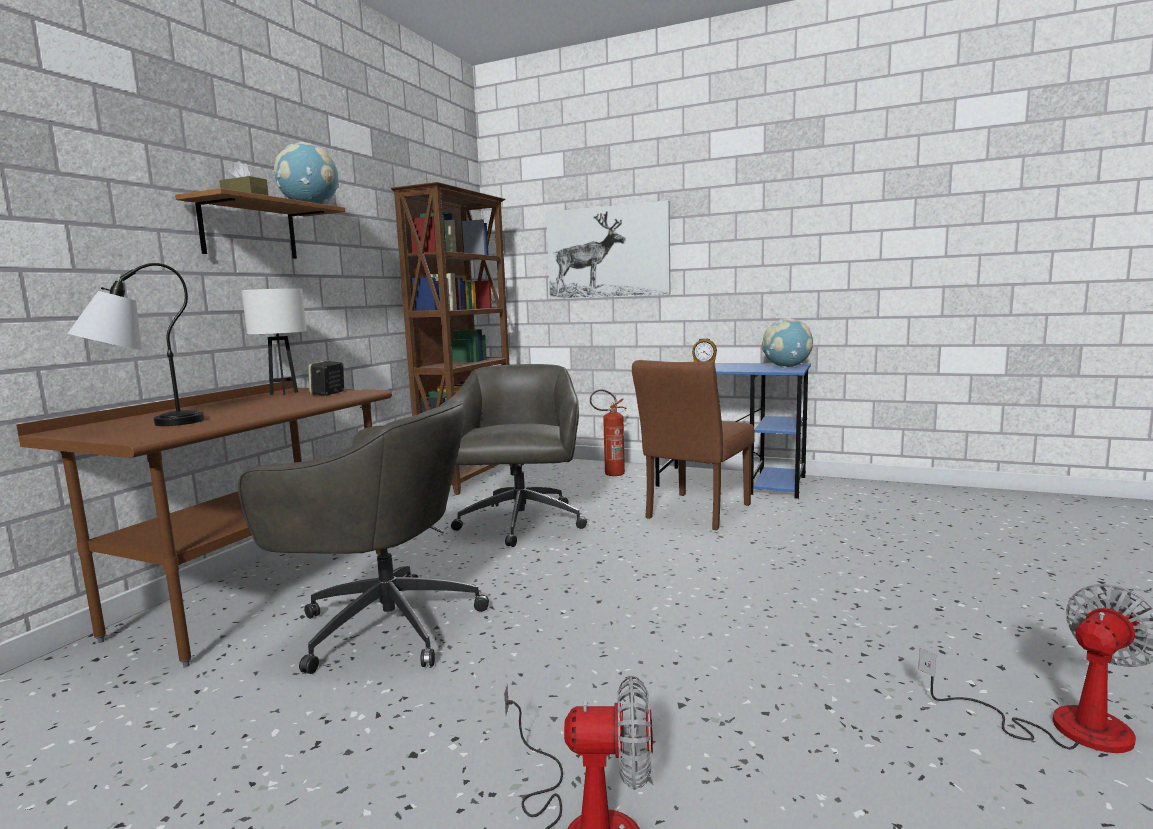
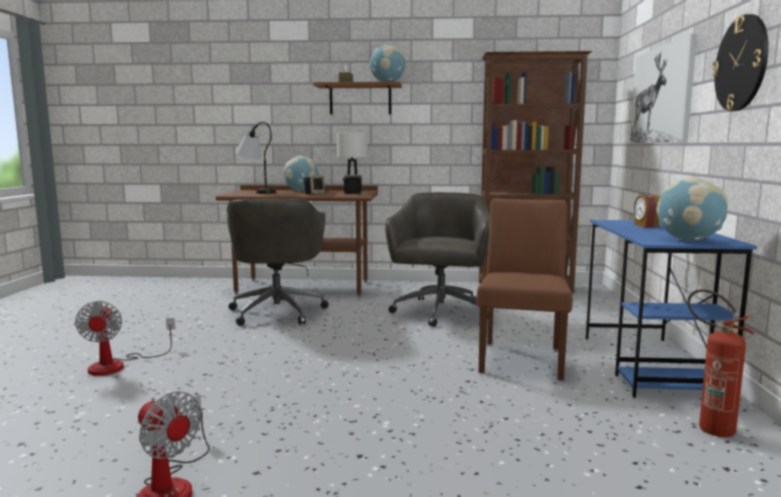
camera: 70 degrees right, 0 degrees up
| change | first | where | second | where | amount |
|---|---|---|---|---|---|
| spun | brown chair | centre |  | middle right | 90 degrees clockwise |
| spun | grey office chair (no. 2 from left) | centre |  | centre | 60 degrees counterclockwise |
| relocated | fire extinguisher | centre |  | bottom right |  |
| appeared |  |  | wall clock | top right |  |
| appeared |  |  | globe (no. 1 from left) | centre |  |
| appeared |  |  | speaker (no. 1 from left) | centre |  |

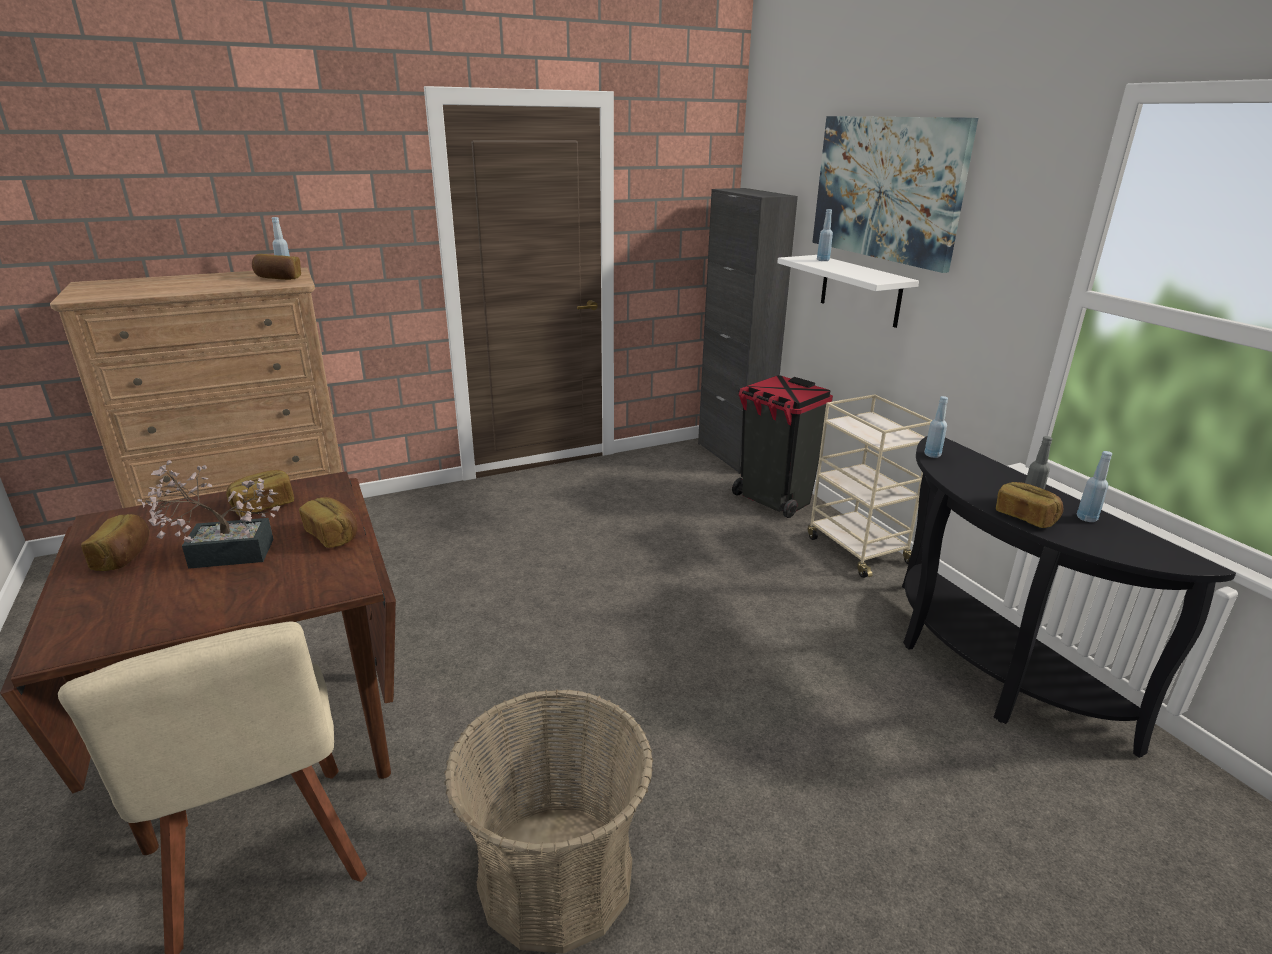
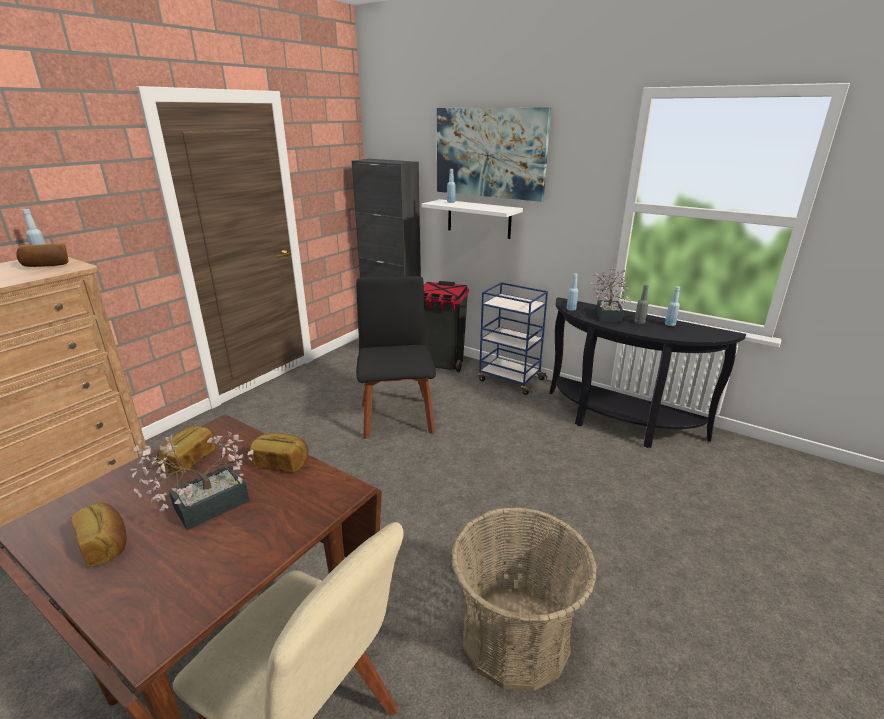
camera: 30 degrees left, 0 degrees up
| change | first | where | second | where | amount |
|---|---|---|---|---|---|
| colour | beige cart | middle right | blue cart | centre |  |
| missing | bread (no. 5 from left) | middle right |  |  |  |
| appeared |  |  | potted plant (no. 2 from left) | middle right |  |
| appeared |  |  | black chair | centre |  |

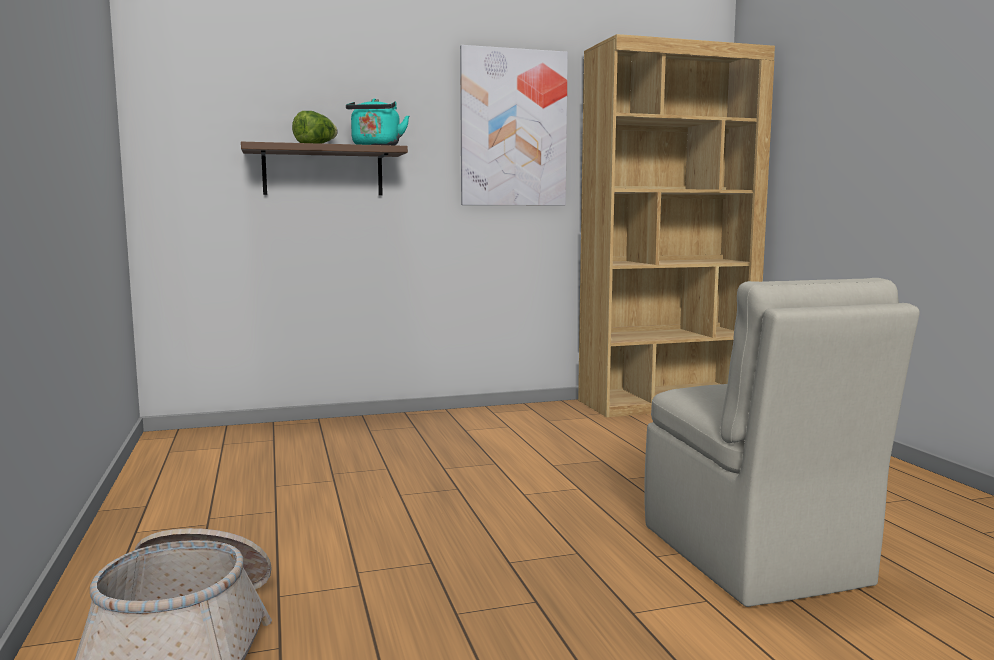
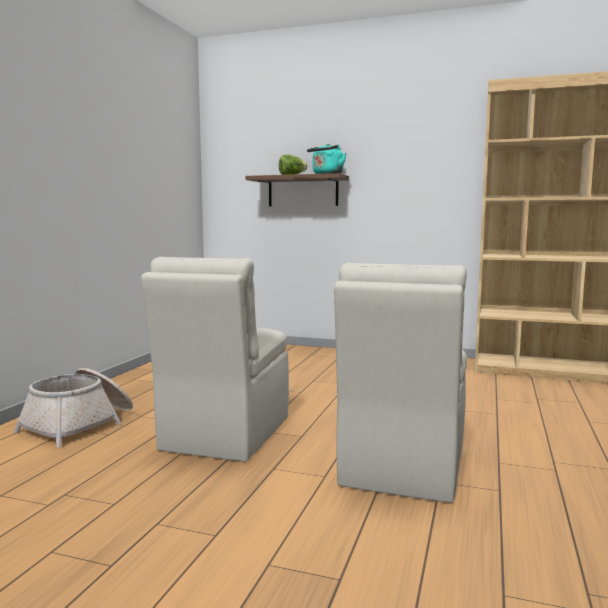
camera: 35 degrees right, 0 degrees up
| change | first | where | second | where | amount |
|---|---|---|---|---|---|
| missing | picture | top centre |  |  |  |
| appeared |  |  | beige chair (no. 1 from left) | centre |  |

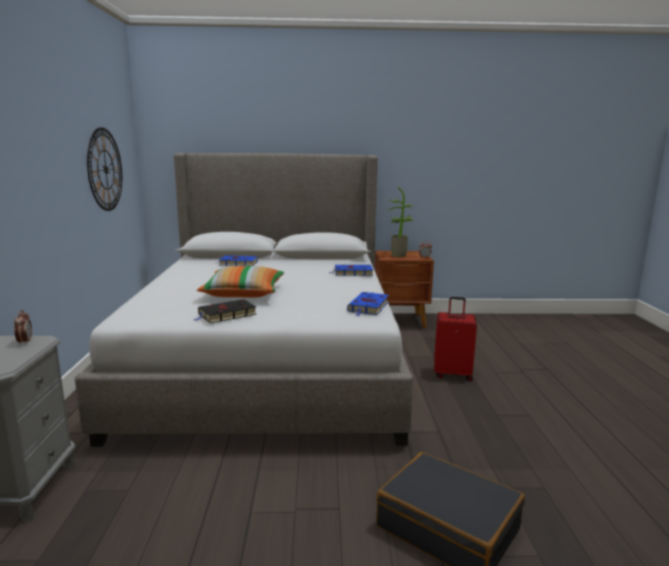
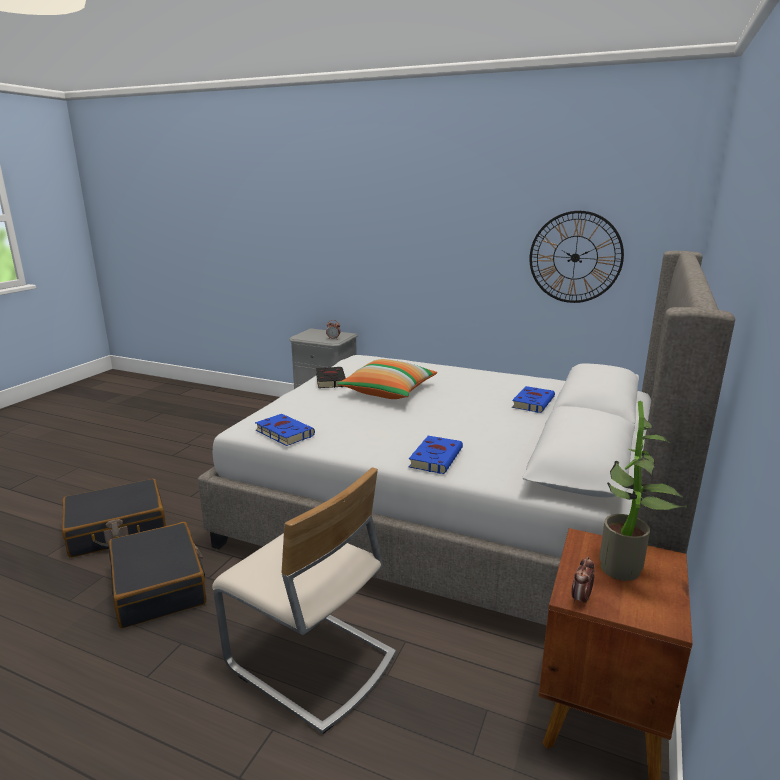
camera: 115 degrees right, 5 degrees up
| change | first | where | second | where | amount |
|---|---|---|---|---|---|
| exchanged | red suitcase | middle right | beige chair | bottom centre |  |
| appeared |  |  | black suitcase (no. 2 from left) | bottom left |  |

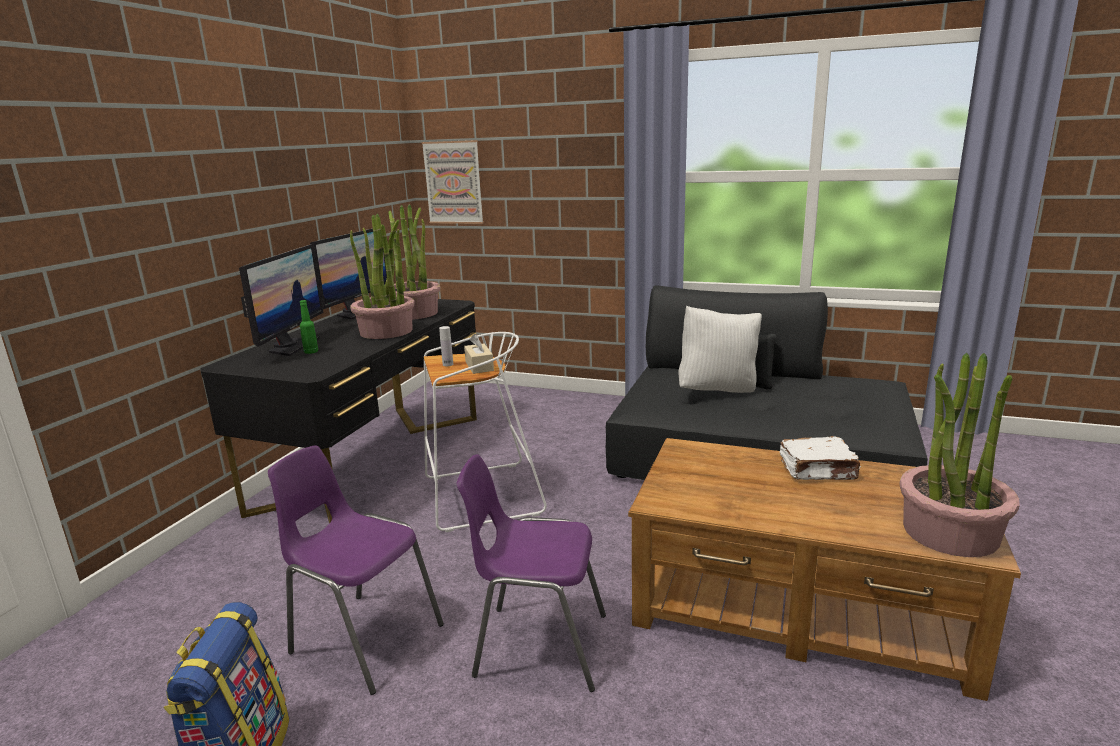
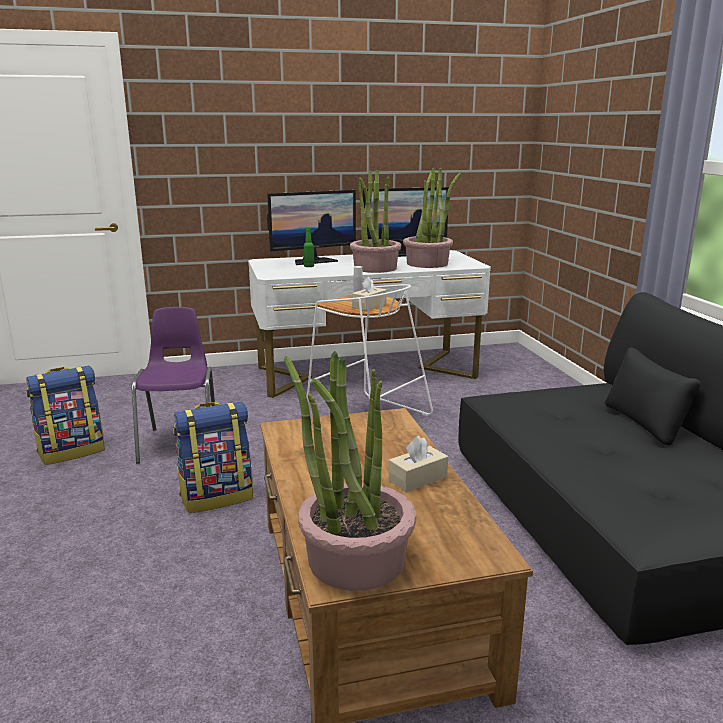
camera: 55 degrees right, 0 degrees up
| change | first | where | second | where | amount |
|---|---|---|---|---|---|
| missing | picture | top centre |  |  |  |
| colour | black desk | middle left | white desk | centre |  |
| missing | white pillow | centre |  |  |  |
| exchanged | white book | middle right | beige tissue box (no. 2 from left) | centre |  |
| exchanged | purple chair (no. 2 from left) | bottom centre | backpack (no. 2 from left) | middle left |  |

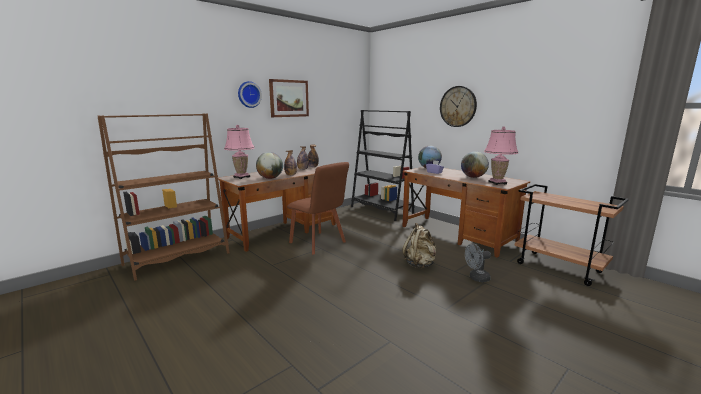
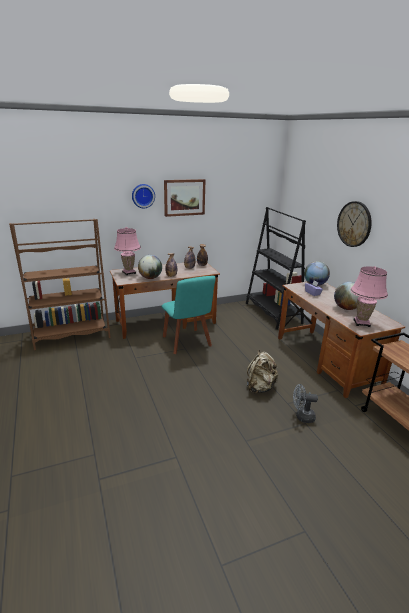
camera: 20 degrees right, 10 degrees up
| change | first | where | second | where | amount |
|---|---|---|---|---|---|
| colour | brown chair | centre | turquoise chair | centre |  |

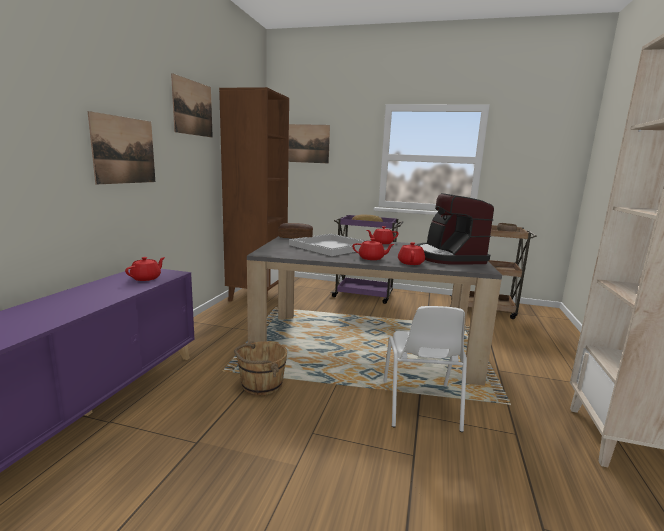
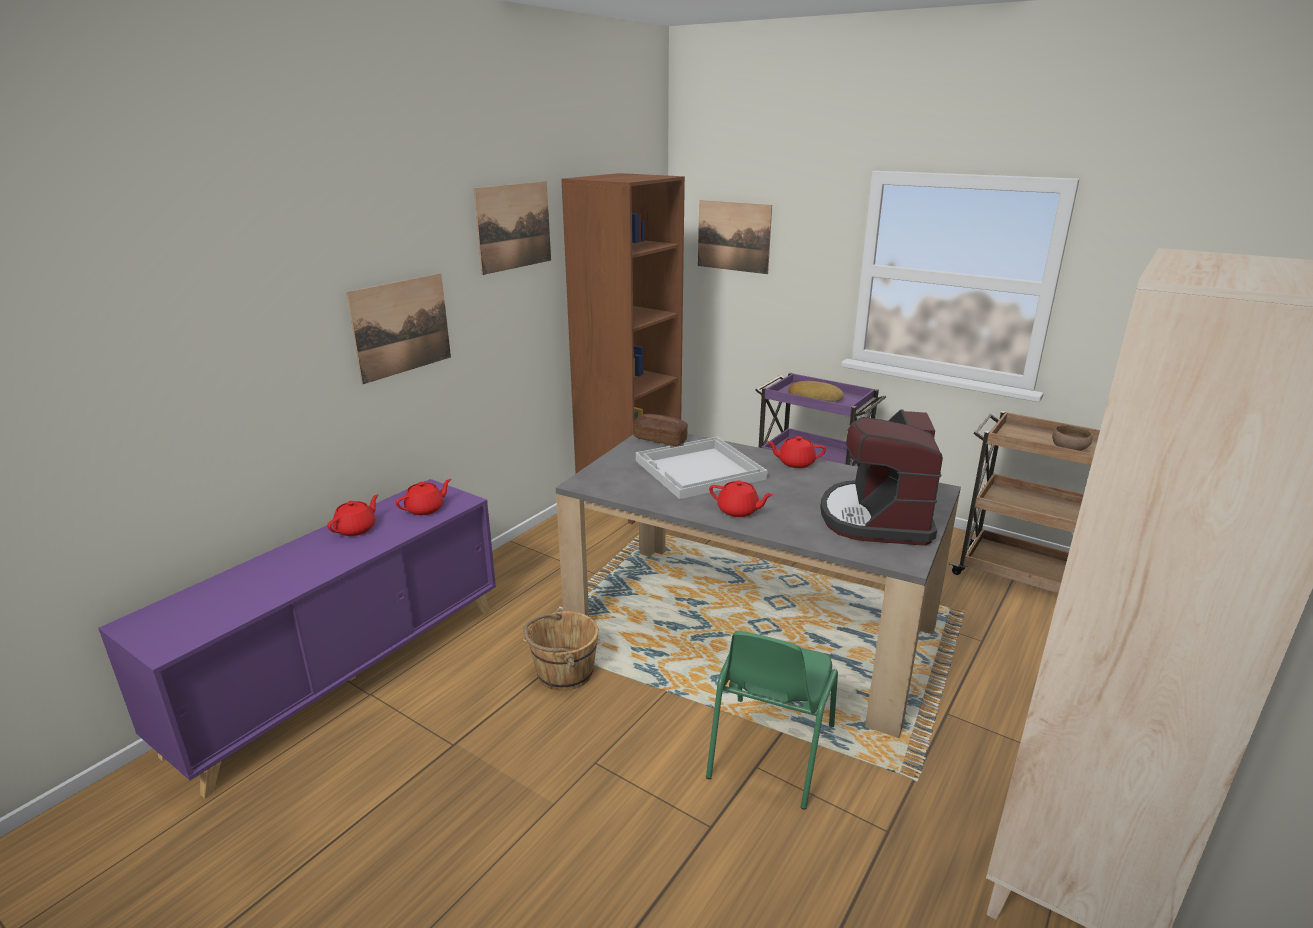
camera: 20 degrees right, 10 degrees up
| change | first | where | second | where | amount |
|---|---|---|---|---|---|
| relocated | red teapot (no. 4 from left in the first image) | centre | red teapot (no. 1 from left) | middle left |  |
| colour | white chair | bottom centre | green chair | bottom centre |  |

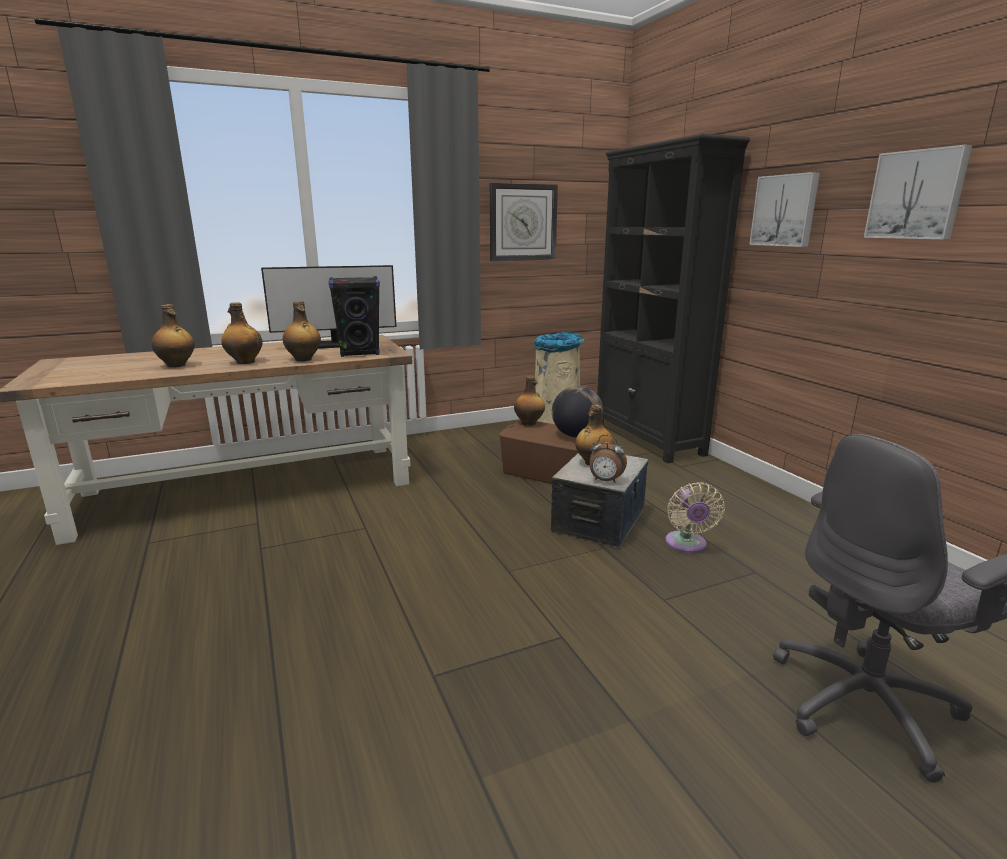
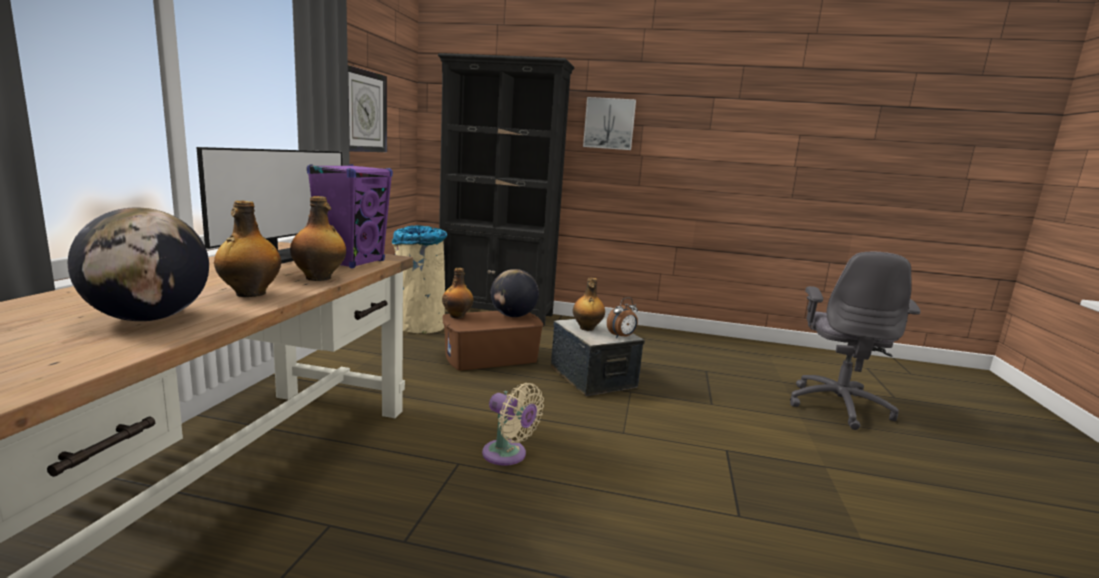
camera: 55 degrees left, 5 degrees down
| change | first | where | second | where | amount |
|---|---|---|---|---|---|
| missing | picture (no. 2 from left) | top right |  |  |  |
| colour | black speaker | centre | purple speaker | middle left |  |
| exchanged | bottle (no. 1 from left) | middle left | globe (no. 1 from left) | middle left |  |
| relocated | beige fan | middle right |  | bottom centre |  |

